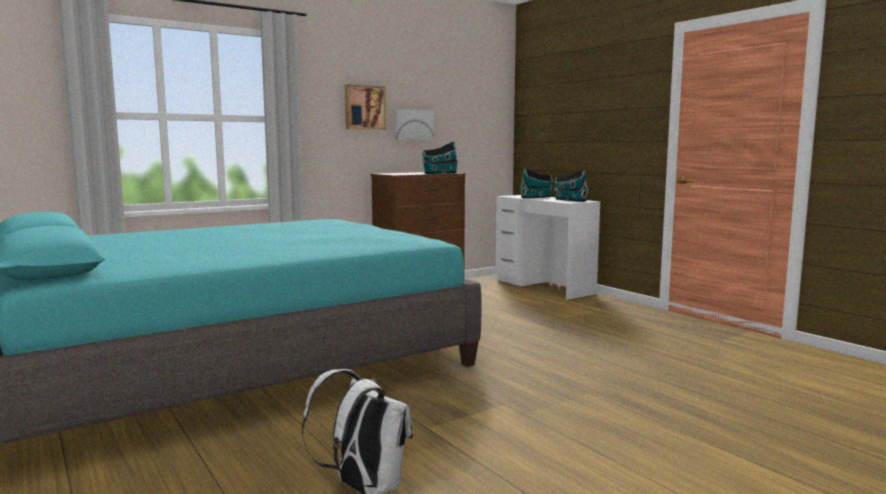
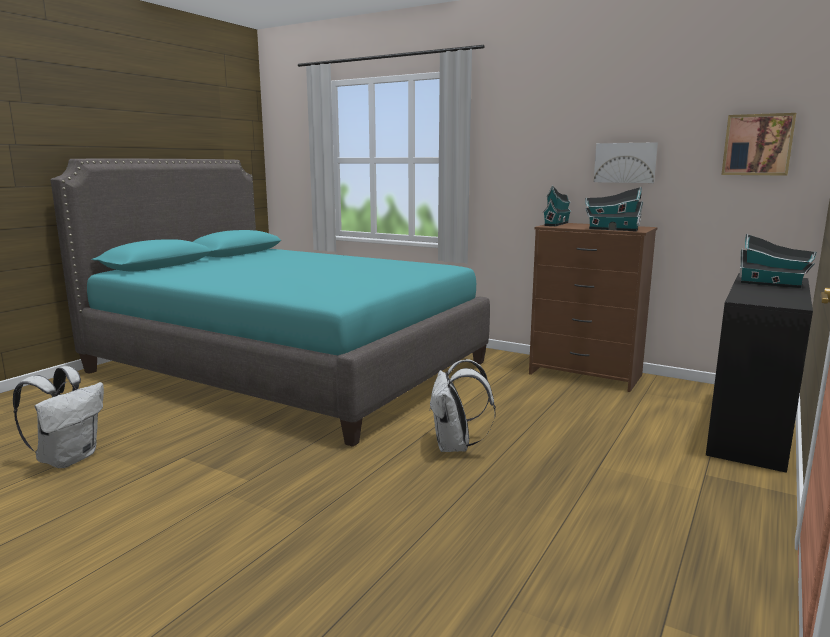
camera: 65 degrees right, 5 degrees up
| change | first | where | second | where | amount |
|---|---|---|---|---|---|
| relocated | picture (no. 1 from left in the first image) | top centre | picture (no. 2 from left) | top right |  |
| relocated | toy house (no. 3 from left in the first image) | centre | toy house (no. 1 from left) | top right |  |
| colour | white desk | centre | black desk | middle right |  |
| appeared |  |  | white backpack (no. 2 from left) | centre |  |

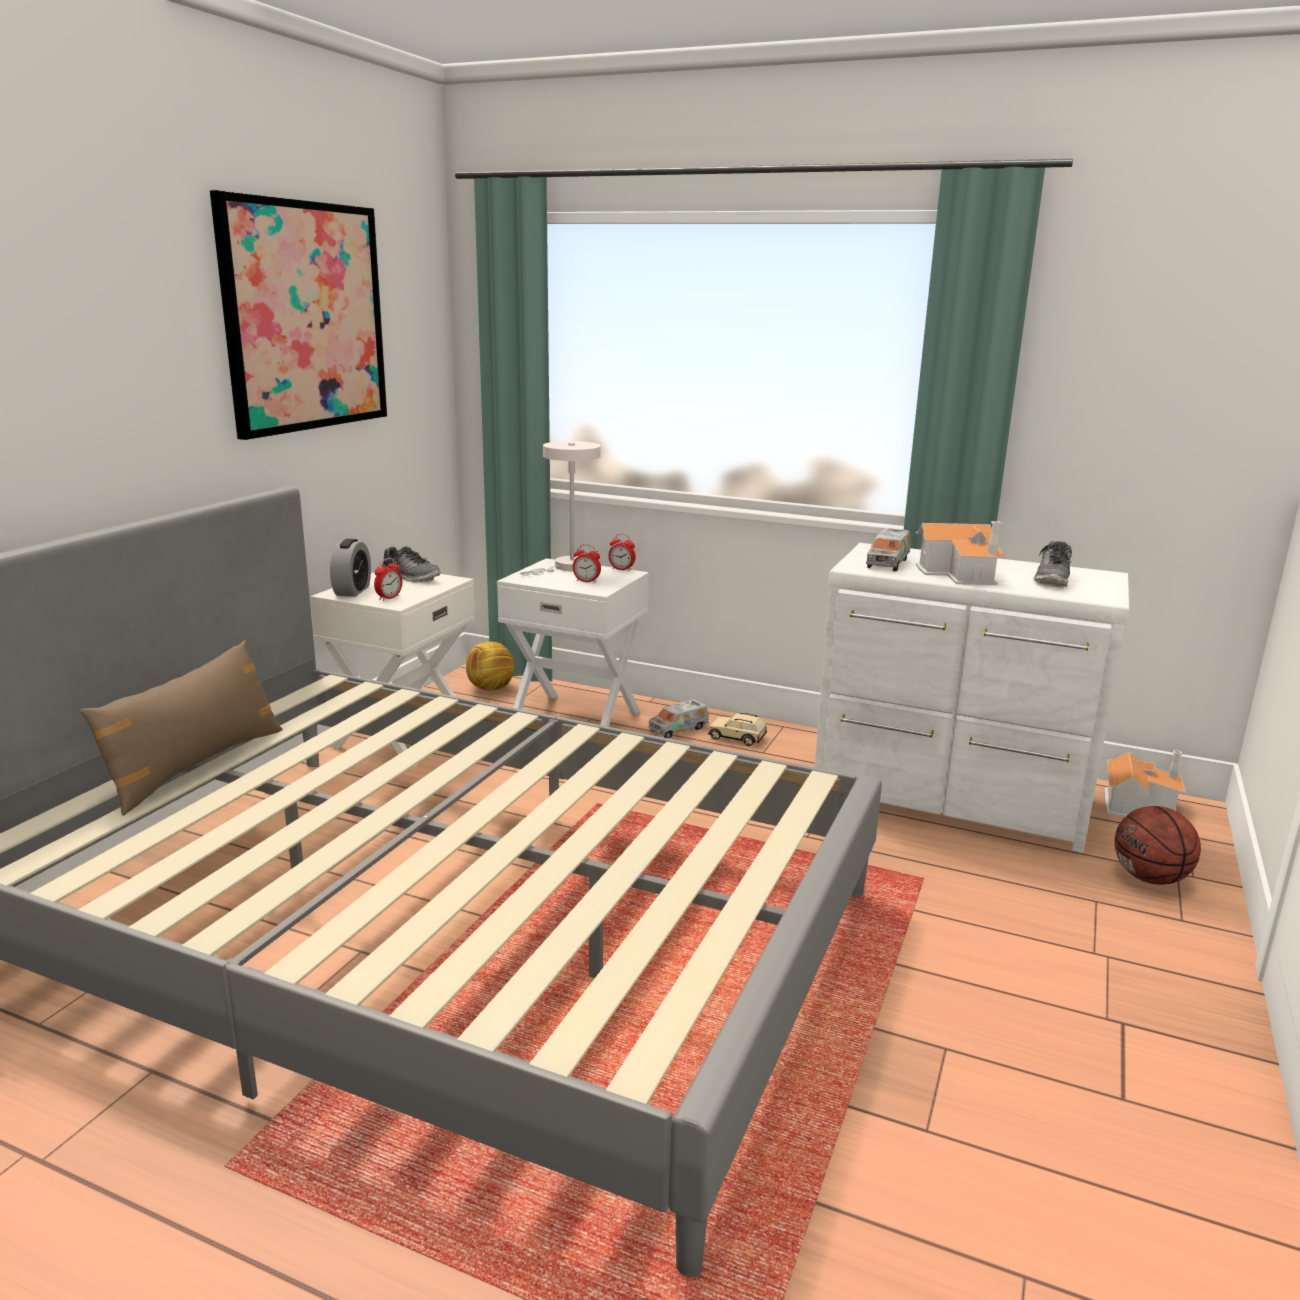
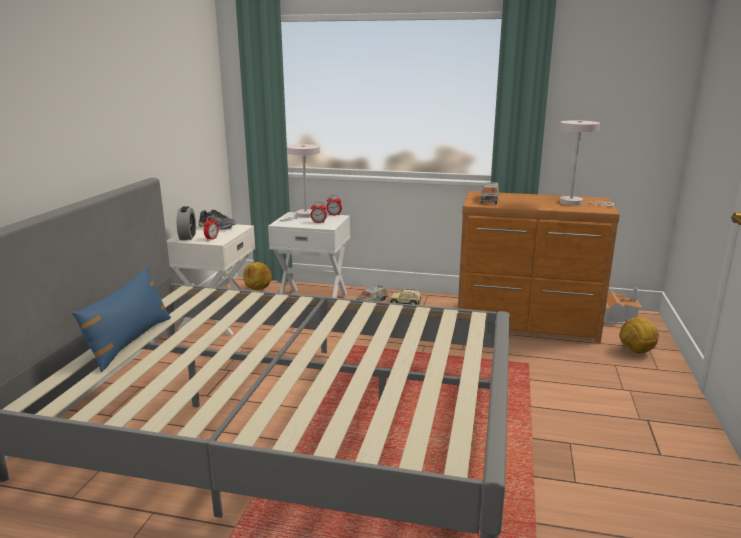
camera: 10 degrees left, 0 degrees up
| change | first | where | second | where | amount |
|---|---|---|---|---|---|
| missing | picture | top left |  |  |  |
| missing | toy house (no. 1 from left) | middle right |  |  |  |
| exchanged | shoe (no. 2 from left) | middle right | white table lamp (no. 2 from left) | top right |  |
| colour | white dresser | middle right | brown dresser | middle right |  |
| colour | brown pillow | middle left | blue pillow | middle left |  |
| exchanged | basketball | middle right | football (no. 2 from left) | middle right |  |

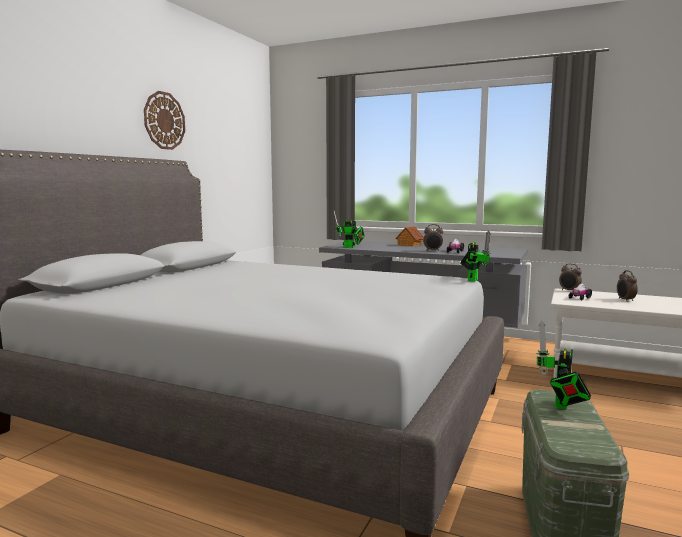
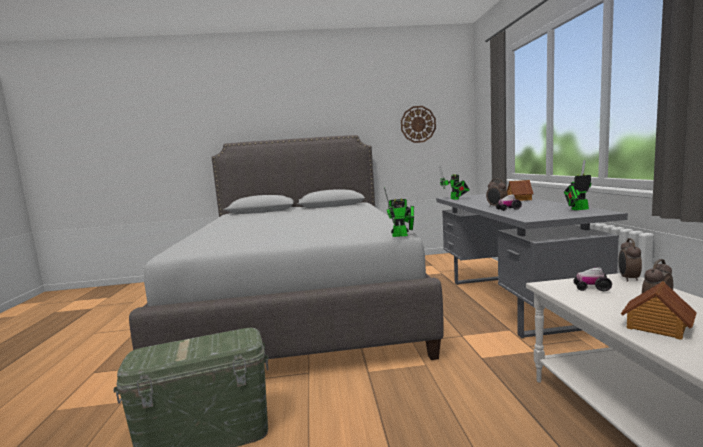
camera: 60 degrees right, 0 degrees up
| change | first | where | second | where | amount |
|---|---|---|---|---|---|
| relocated | wall clock | top left |  | top centre |  |
| relocated | toy robot (no. 3 from left) | bottom right |  | middle right |  |
| appeared |  |  | toy house (no. 2 from left) | bottom right |  |

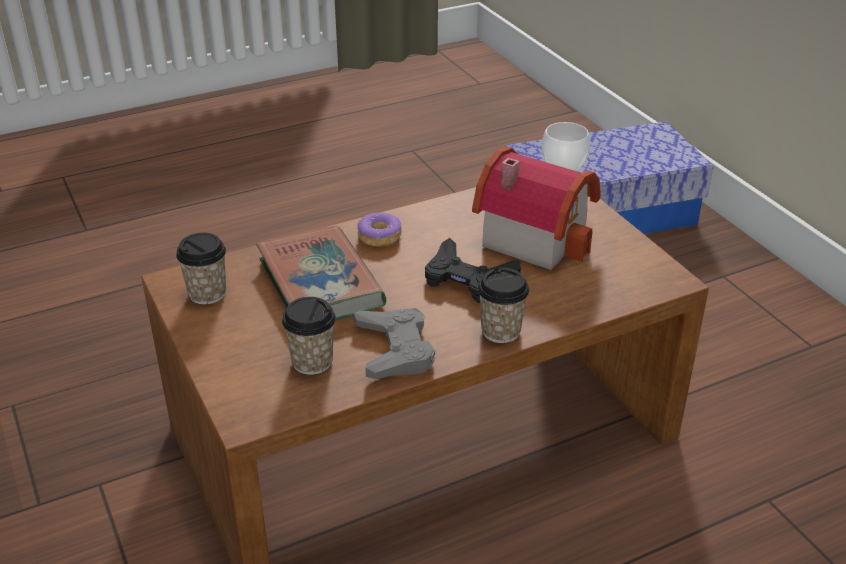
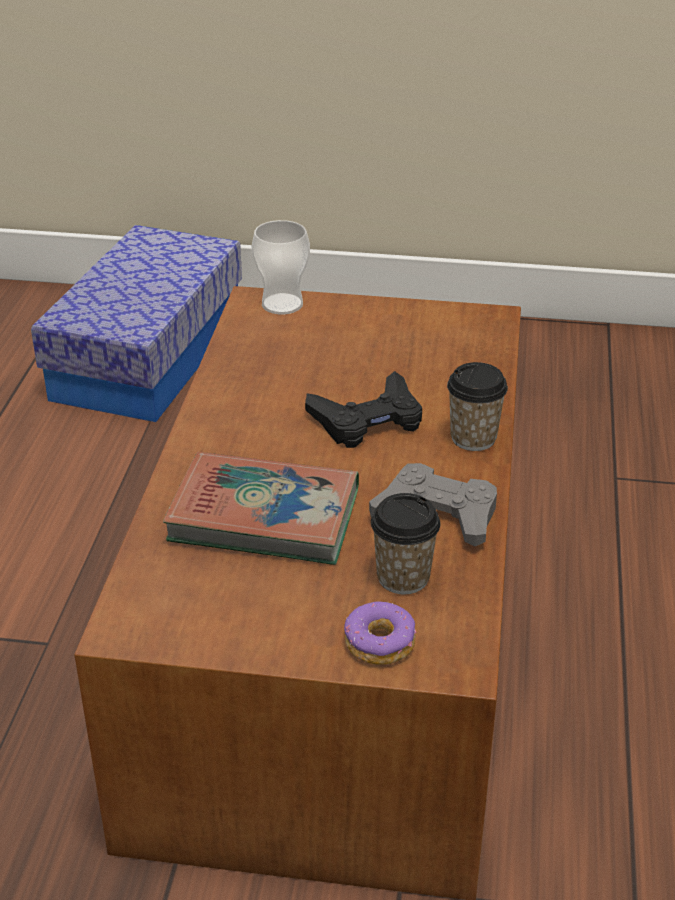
camera: 55 degrees left, 0 degrees up
| change | first | where | second | where | amount |
|---|---|---|---|---|---|
| missing | toy house | centre |  |  |  |
| relocated | donut | centre |  | bottom centre |  |
| missing | cup (no. 1 from left) | middle left |  |  |  |

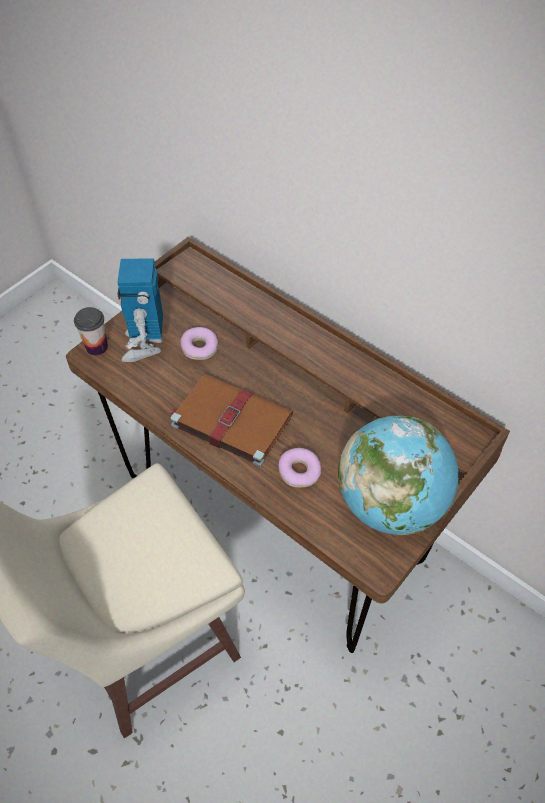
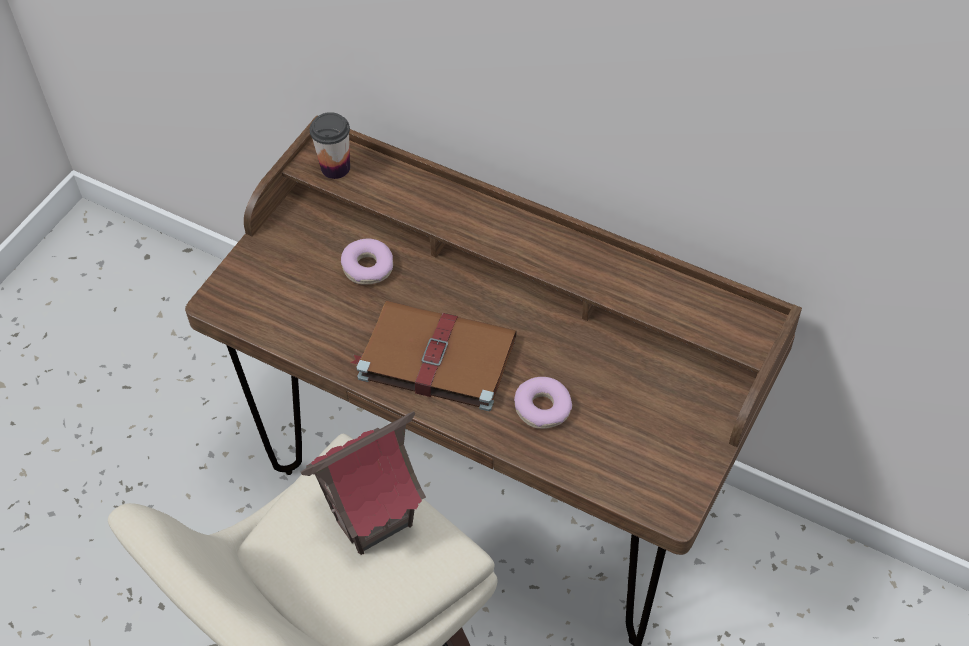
camera: 10 degrees left, 0 degrees up
| change | first | where | second | where | amount |
|---|---|---|---|---|---|
| missing | toy robot | middle left |  |  |  |
| relocated | cup | middle left |  | top centre |  |
| missing | globe | middle right |  |  |  |
| appeared |  |  | toy house | bottom centre |  |

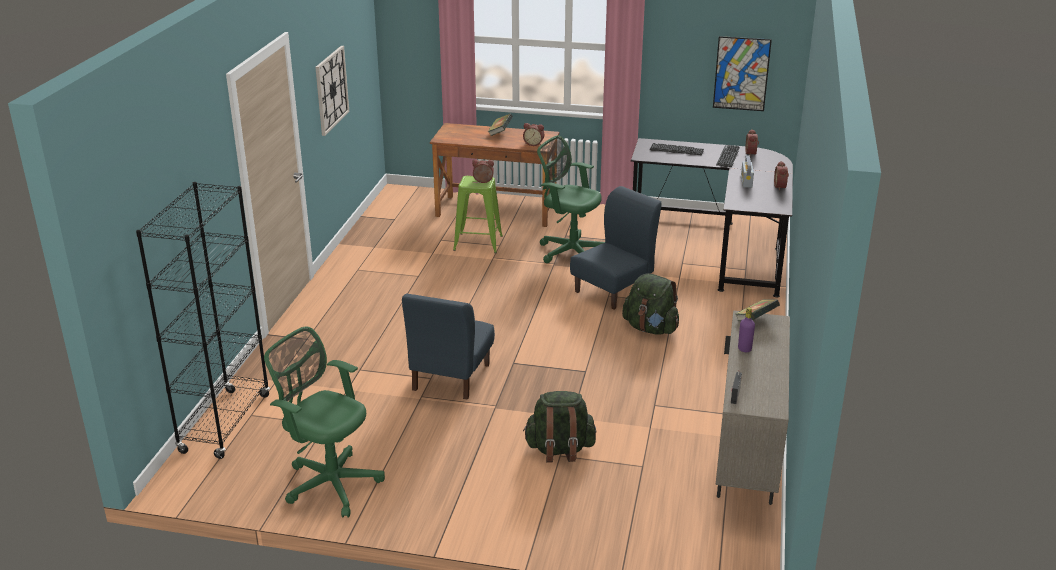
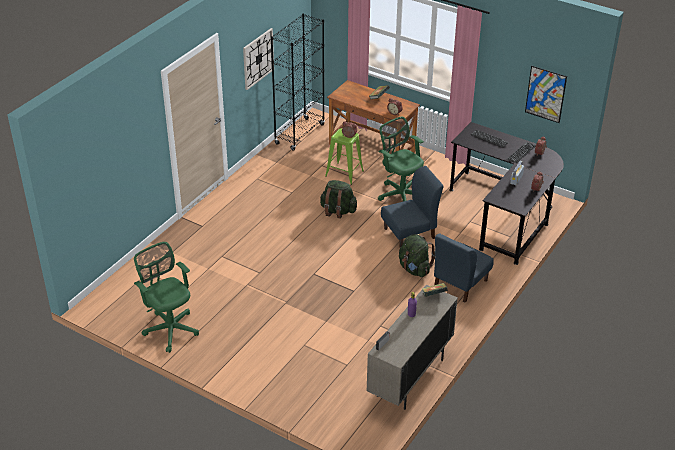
camera: 20 degrees right, 10 degrees up
| change | first | where | second | where | amount |
|---|---|---|---|---|---|
| relocated | black bookcase | middle left |  | top centre |  |
| relocated | blue chair (no. 1 from left in the first image) | centre | blue chair (no. 2 from left) | middle right |  |
| relocated | green backpack (no. 1 from left) | bottom centre |  | centre |  |

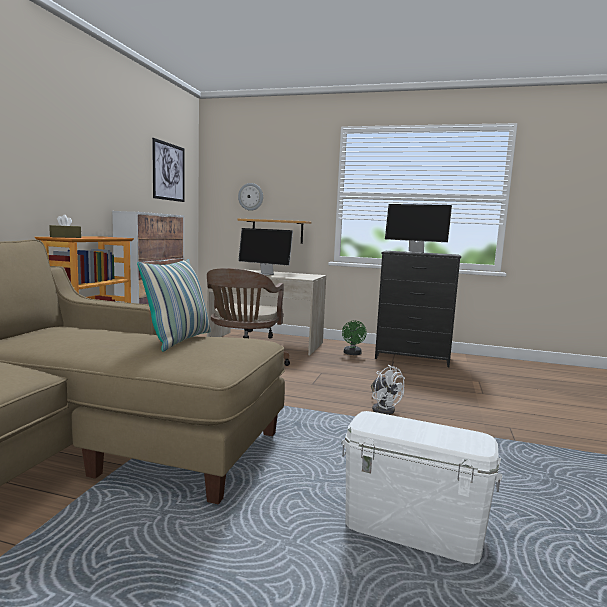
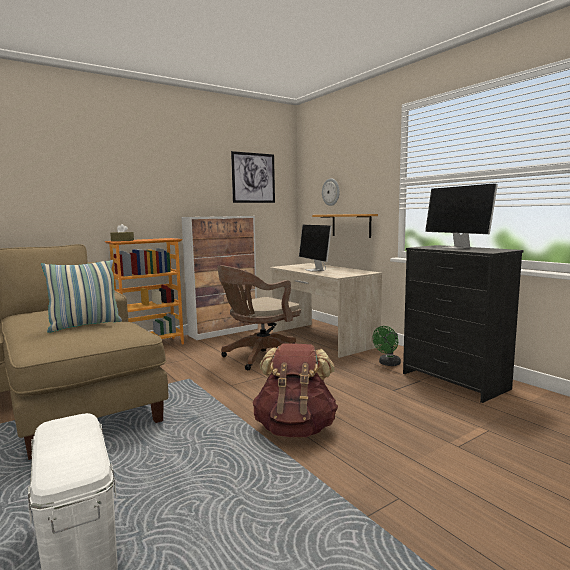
camera: 40 degrees right, 0 degrees up
| change | first | where | second | where | amount |
|---|---|---|---|---|---|
| exchanged | white fan | centre | brown backpack | bottom centre |  |

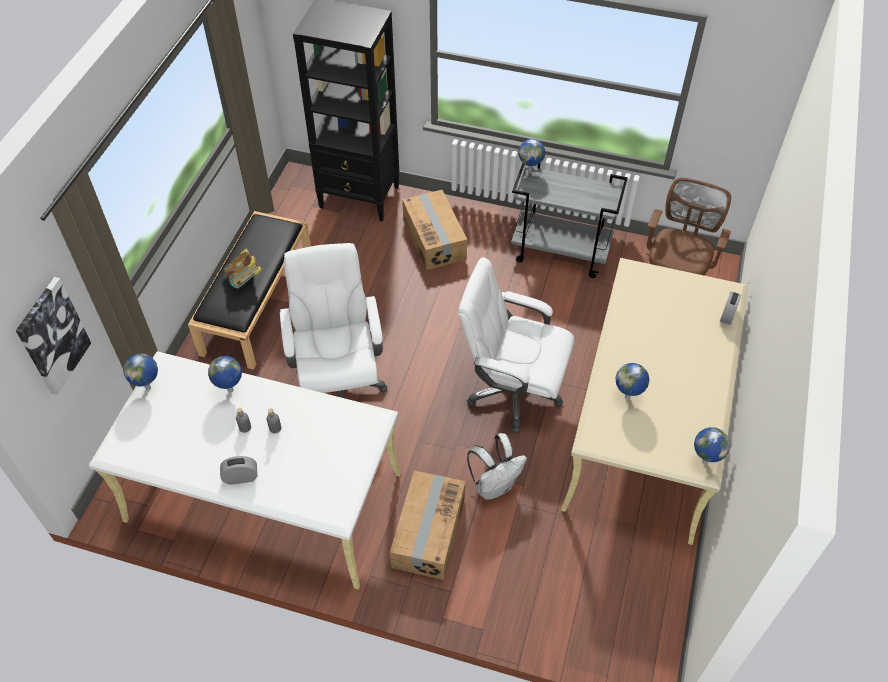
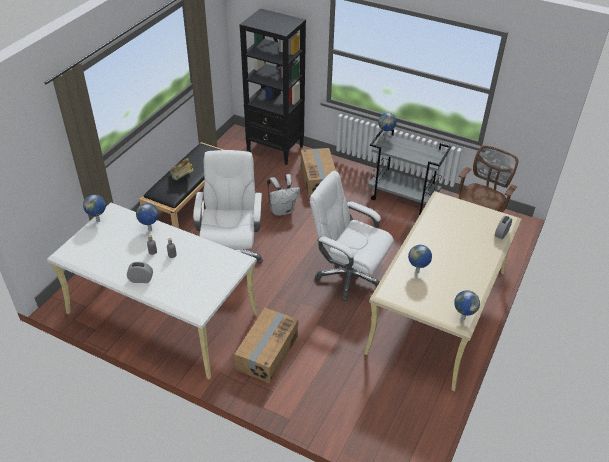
camera: 10 degrees right, 10 degrees down
| change | first | where | second | where | amount |
|---|---|---|---|---|---|
| missing | picture | middle left |  |  |  |
| relocated | white backpack | bottom centre |  | centre |  |

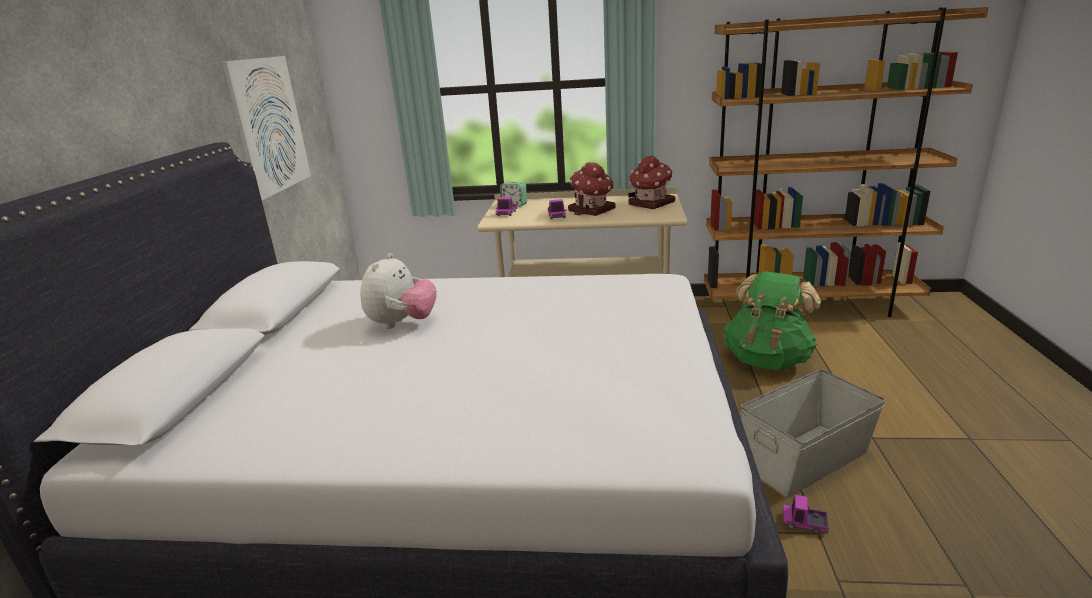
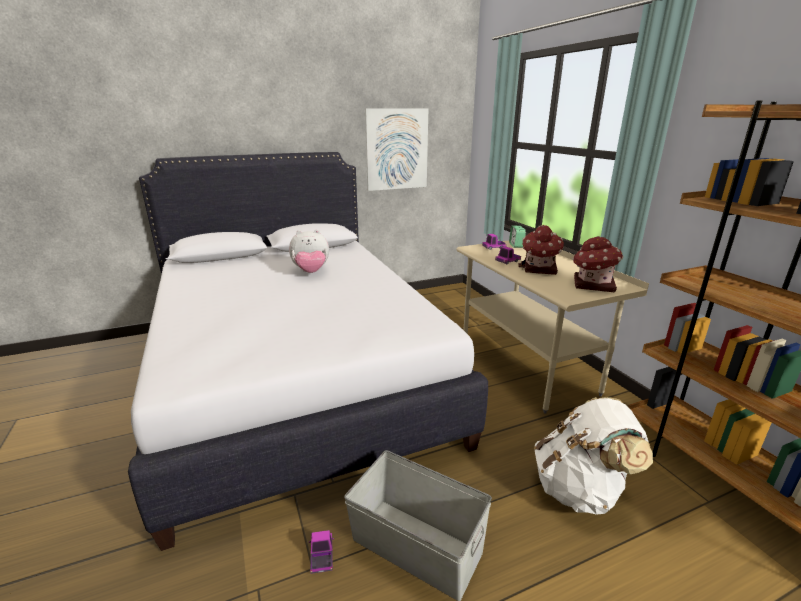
camera: 60 degrees right, 0 degrees up
| change | first | where | second | where | amount |
|---|---|---|---|---|---|
| colour | green backpack | middle right | white backpack | bottom right |  |

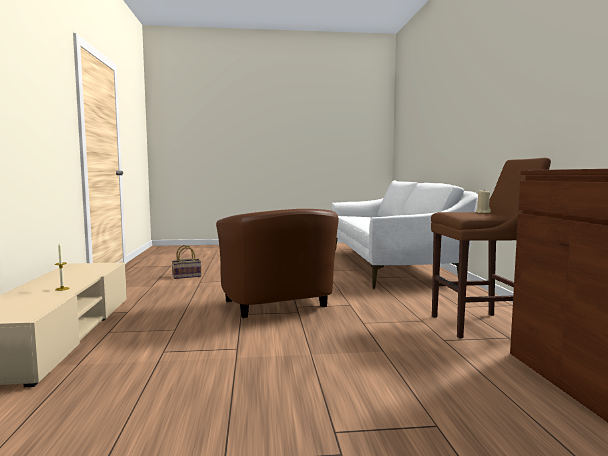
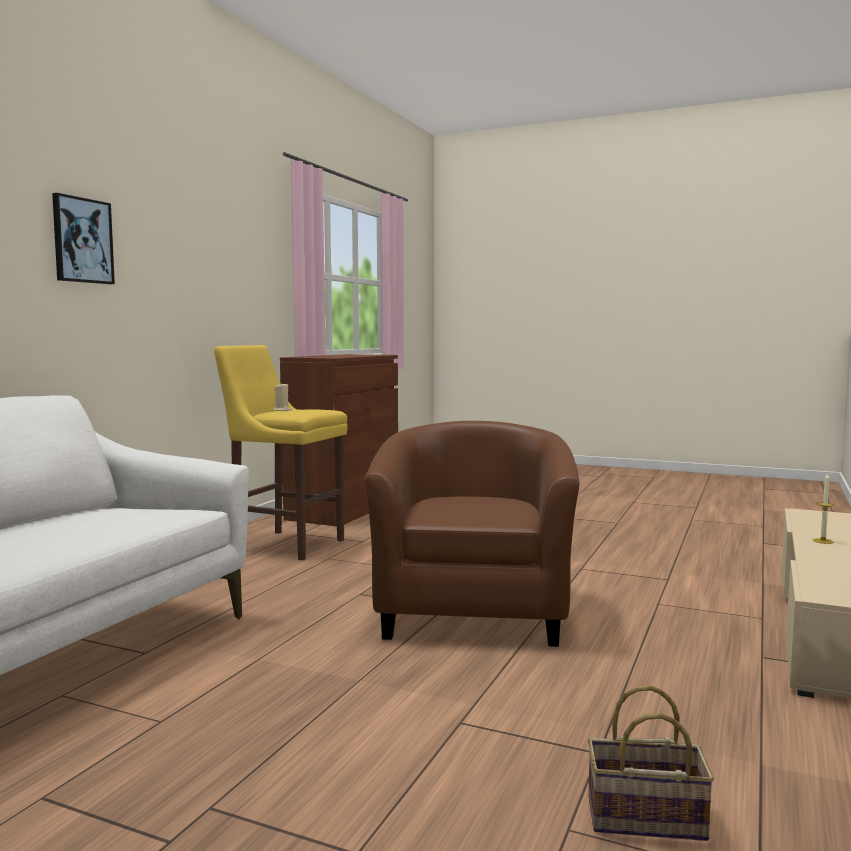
camera: 150 degrees left, 0 degrees up
| change | first | where | second | where | amount |
|---|---|---|---|---|---|
| colour | brown stool | middle right | yellow stool | middle left |  |
| appeared |  |  | picture | top left |  |

